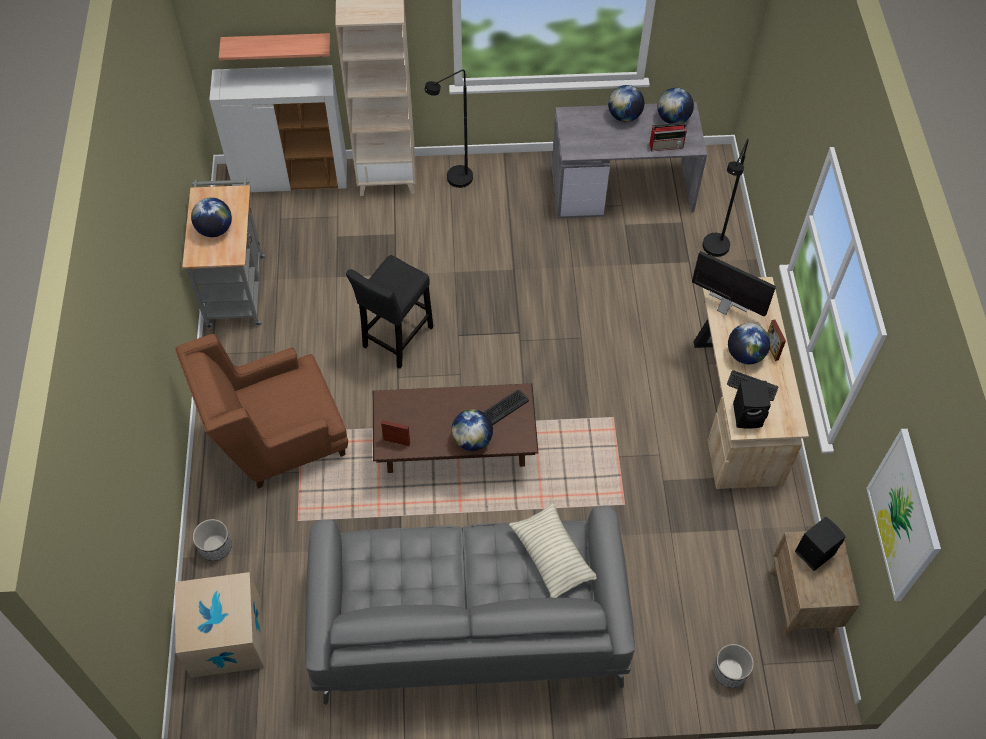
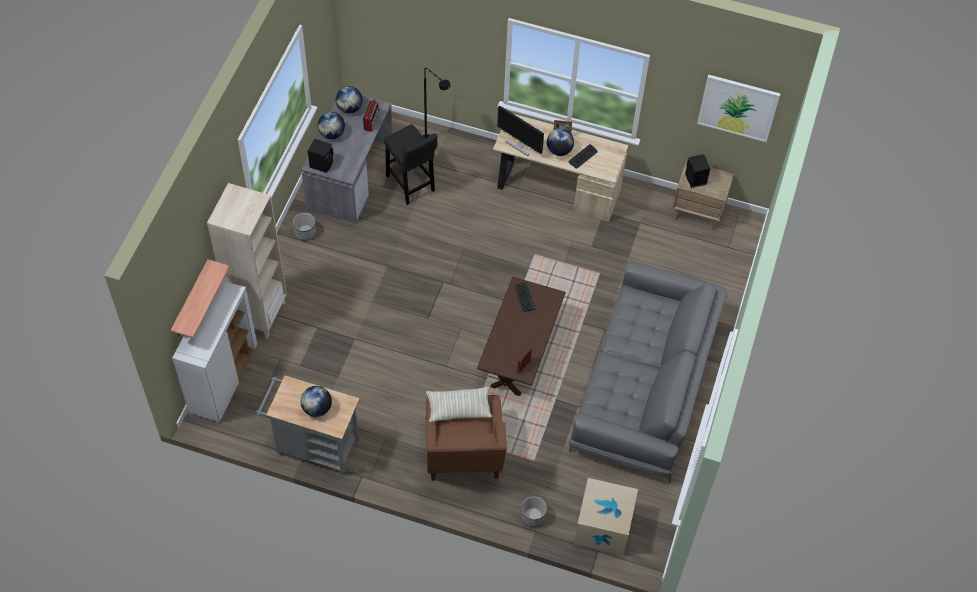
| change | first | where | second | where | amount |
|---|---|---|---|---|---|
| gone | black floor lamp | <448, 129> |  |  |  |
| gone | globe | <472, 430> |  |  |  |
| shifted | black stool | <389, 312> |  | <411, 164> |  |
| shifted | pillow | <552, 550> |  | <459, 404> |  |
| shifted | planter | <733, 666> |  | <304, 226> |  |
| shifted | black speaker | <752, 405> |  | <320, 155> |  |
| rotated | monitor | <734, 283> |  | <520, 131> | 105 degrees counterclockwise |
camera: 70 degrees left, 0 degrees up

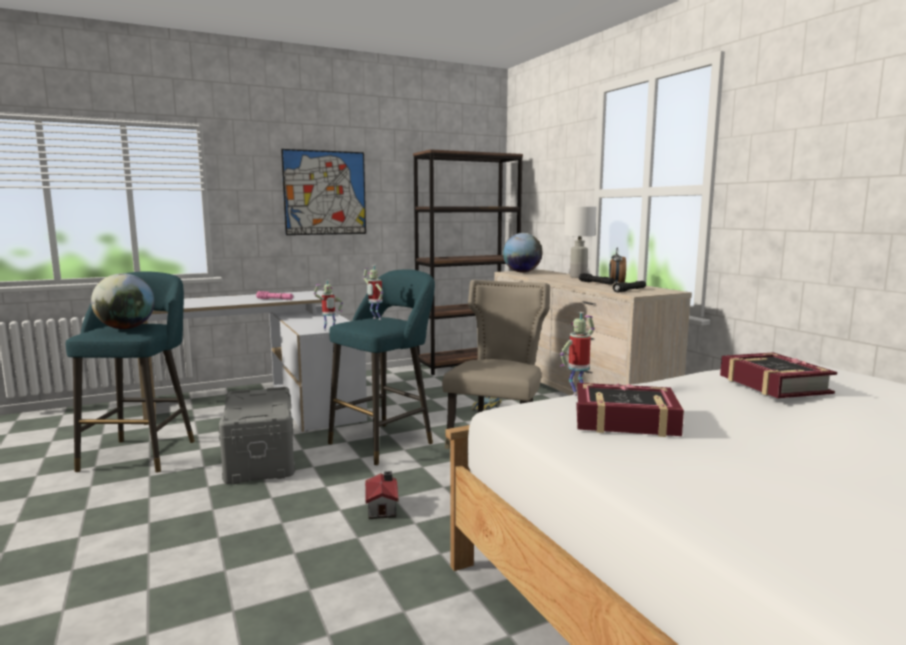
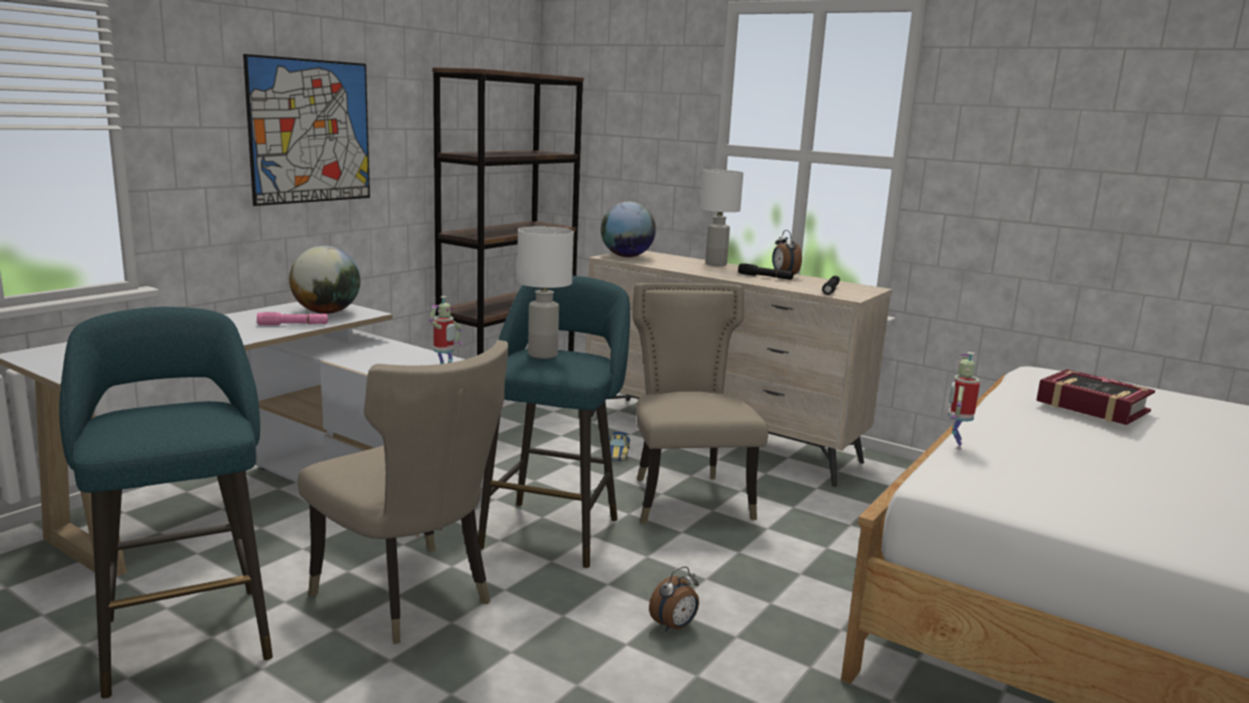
| change | first | where | second | where | amount |
|---|---|---|---|---|---|
| gone | book | <630, 410> |  |  |  |
| shifted | globe | <123, 301> |  | <325, 280> |  |
| swapped | grey storage box | <257, 435> | beige chair | <403, 492> |  |
| swapped | toy robot | <373, 292> | white table lamp | <545, 292> |  |
| swapped | toy house | <381, 495> | alarm clock | <674, 599> |  |
camera: 30 degrees left, 5 degrees up

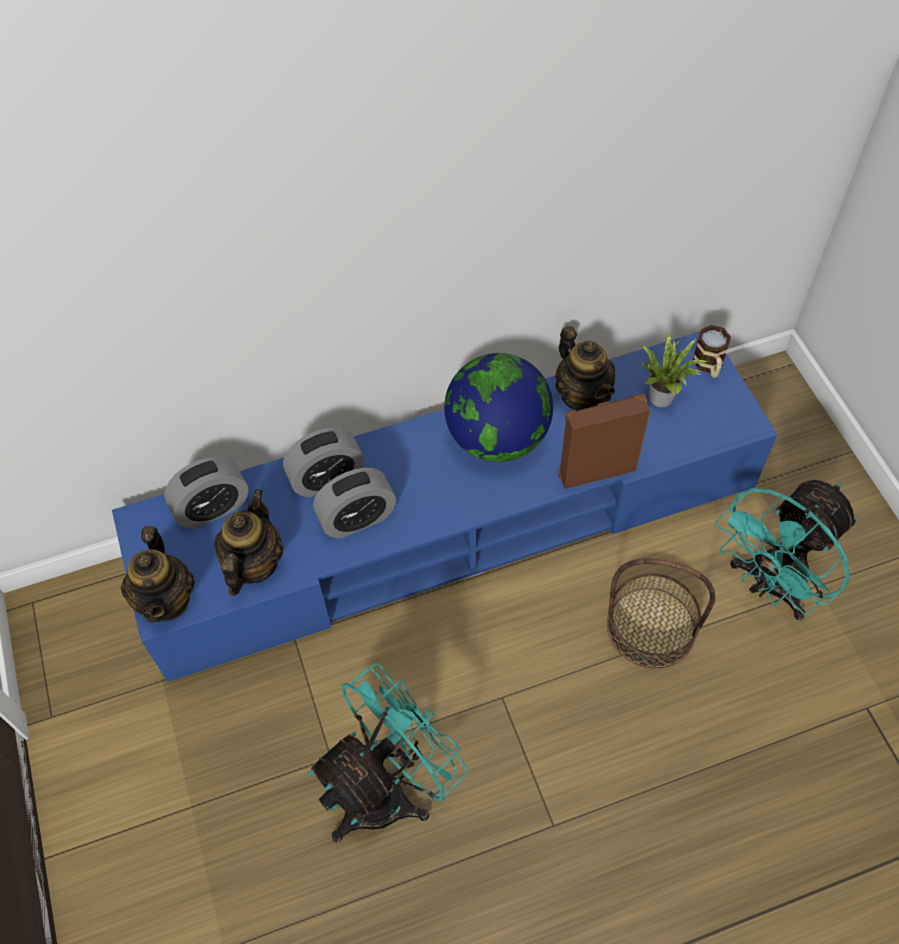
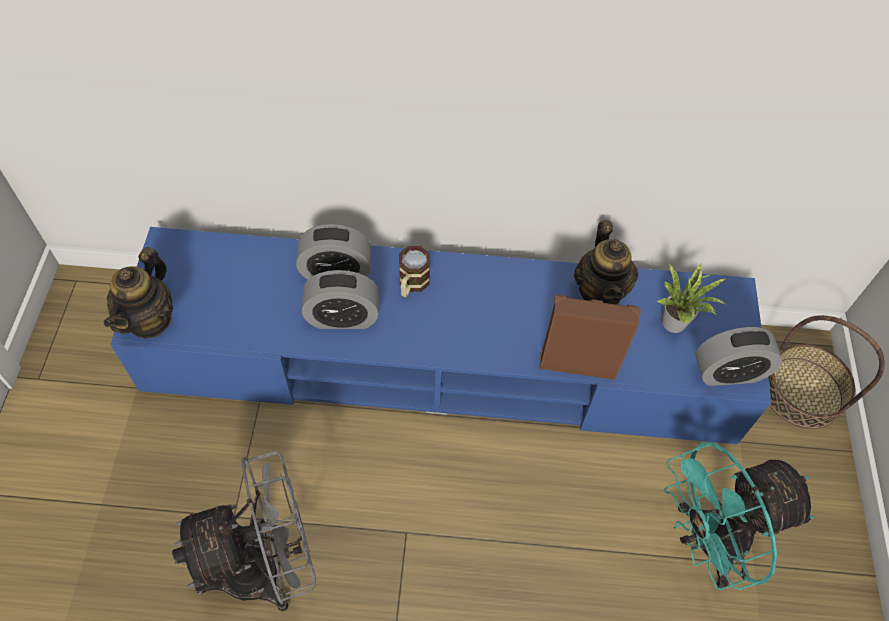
| change | first | where | second | where | amount |
|---|---|---|---|---|---|
| gone | teapot | <248, 543> |  |  |  |
| gone | globe | <498, 407> |  |  |  |
| shifted | alarm clock | <206, 493> |  | <738, 356> |  |
| shifted | basket | <661, 613> |  | <826, 372> |  |
| shifted | mug | <712, 351> |  | <414, 271> |  |
| repainted | turquoise fan | <388, 753> | grey fan | <244, 531> |  |
camera: 20 degrees right, 0 degrees up

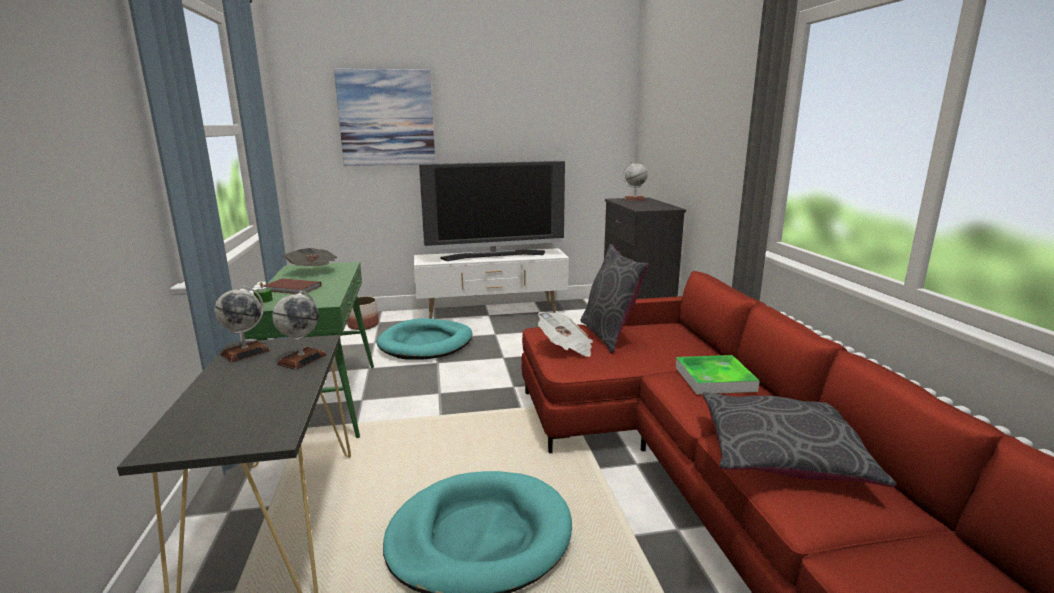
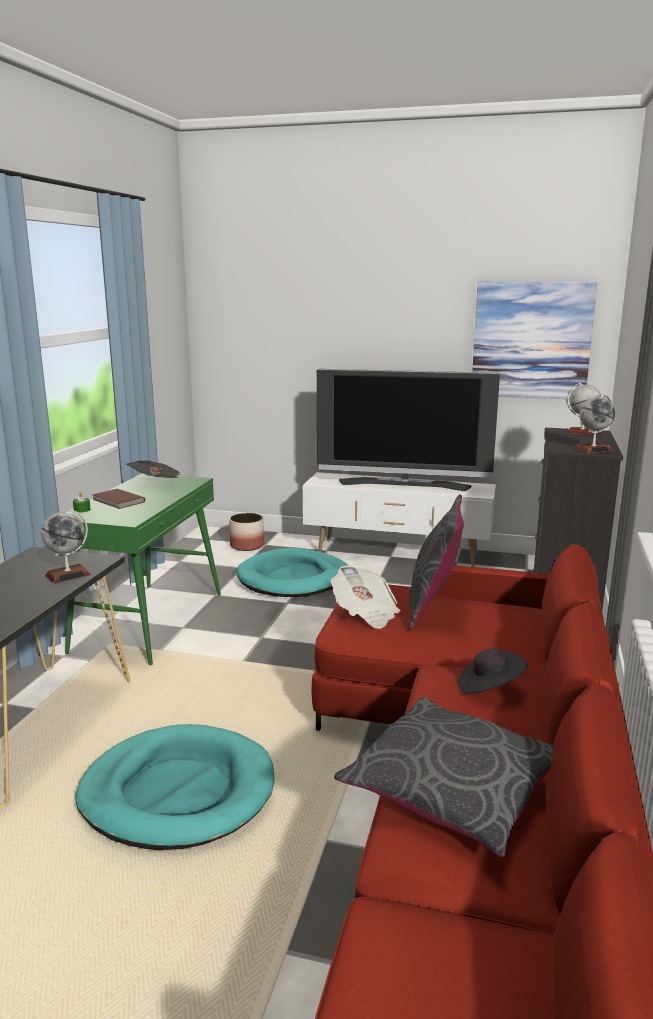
| change | first | where | second | where | amount |
|---|---|---|---|---|---|
| shifted | globe | <242, 324> |  | <594, 424> |  |
| shifted | picture | <384, 117> |  | <534, 340> |  |
| swapped | tray | <718, 374> | black hat | <492, 671> |  |
camera: 25 degrees right, 0 degrees up

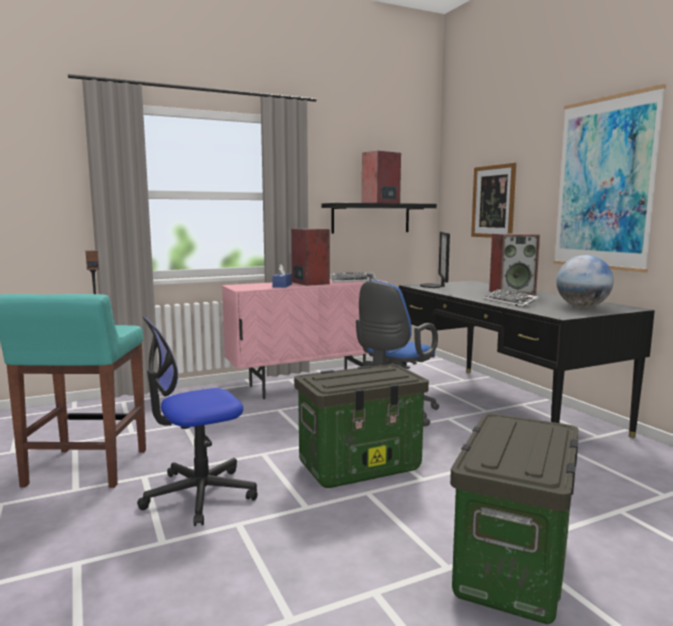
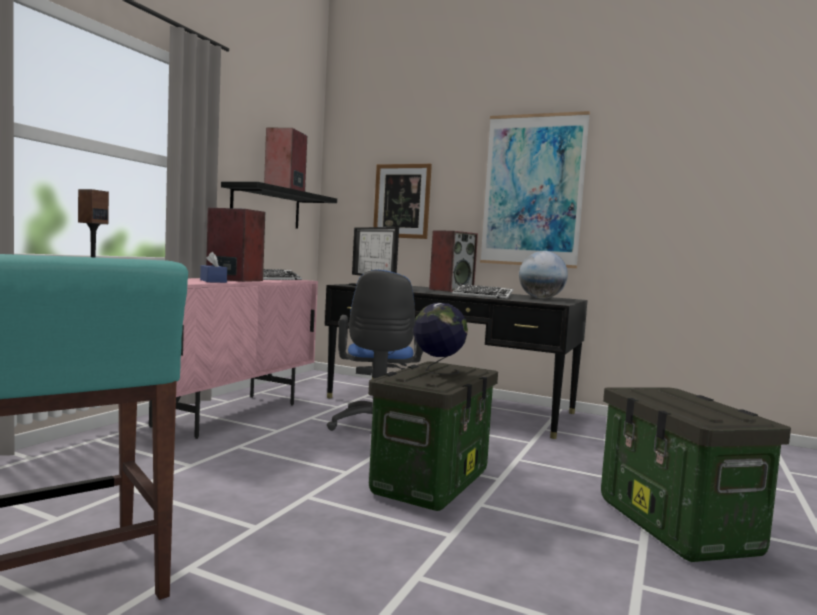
| change | first | where | second | where | amount |
|---|---|---|---|---|---|
| gone | office chair | <197, 421> |  |  |  |
| new |  |  | globe | <440, 338> |  |
camera: 40 degrees left, 5 degrees down

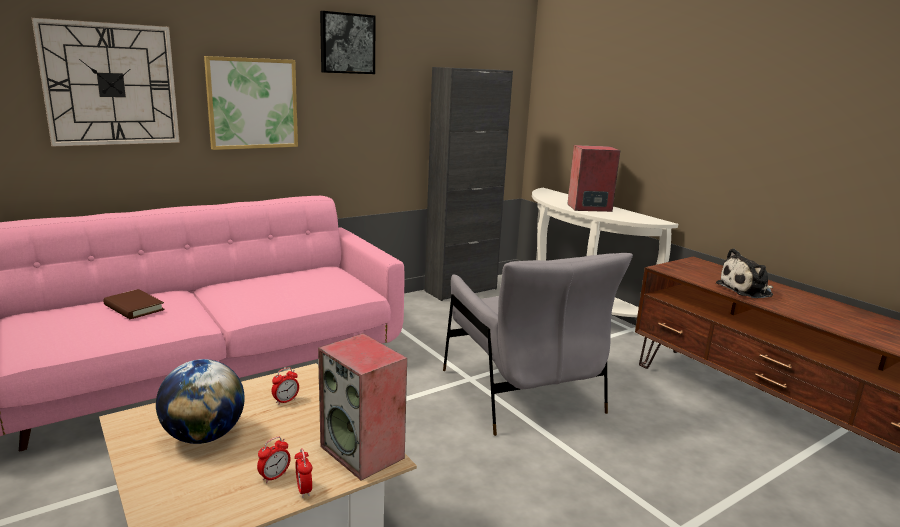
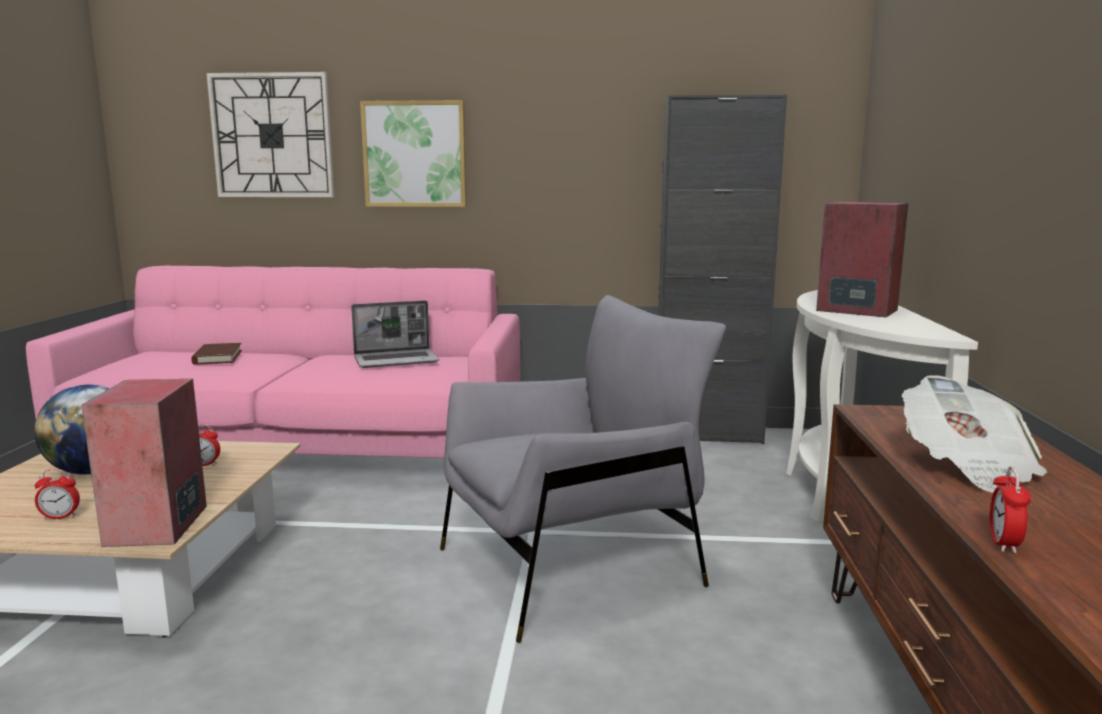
| change | first | where | second | where | amount |
|---|---|---|---|---|---|
| gone | picture | <348, 42> |  |  |  |
| new |  |  | laptop | <395, 334> |  |
| shifted | alarm clock | <303, 473> |  | <1010, 510> |  |
| swapped | plush toy | <744, 273> | newspaper | <974, 434> |  |
| rotated | grey armchair | <538, 344> |  | <583, 469> | 135 degrees counterclockwise |
camera: 40 degrees right, 5 degrees down

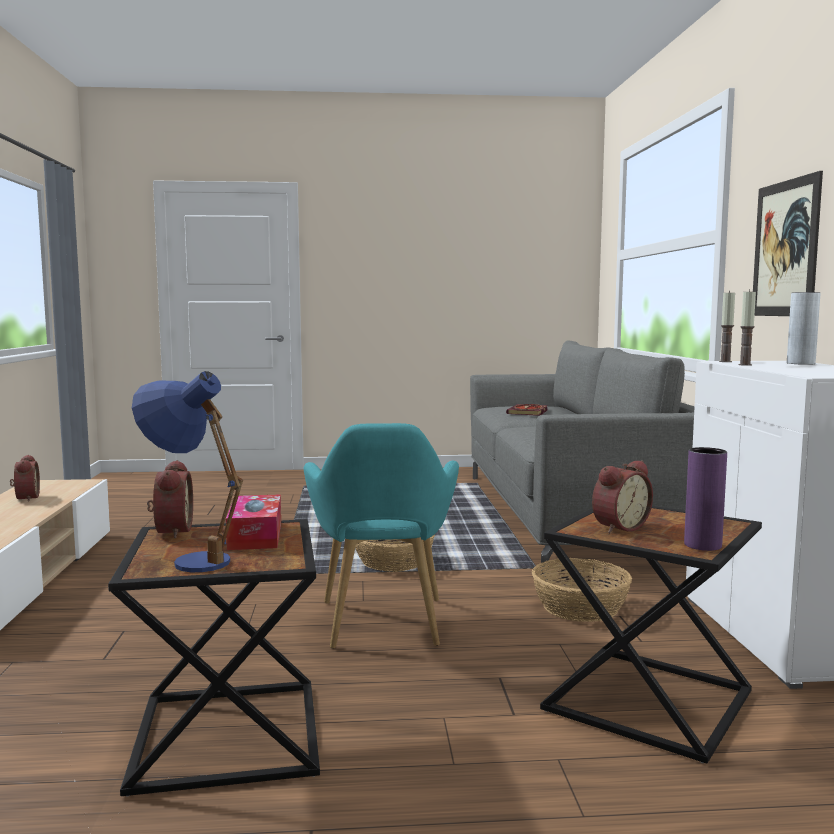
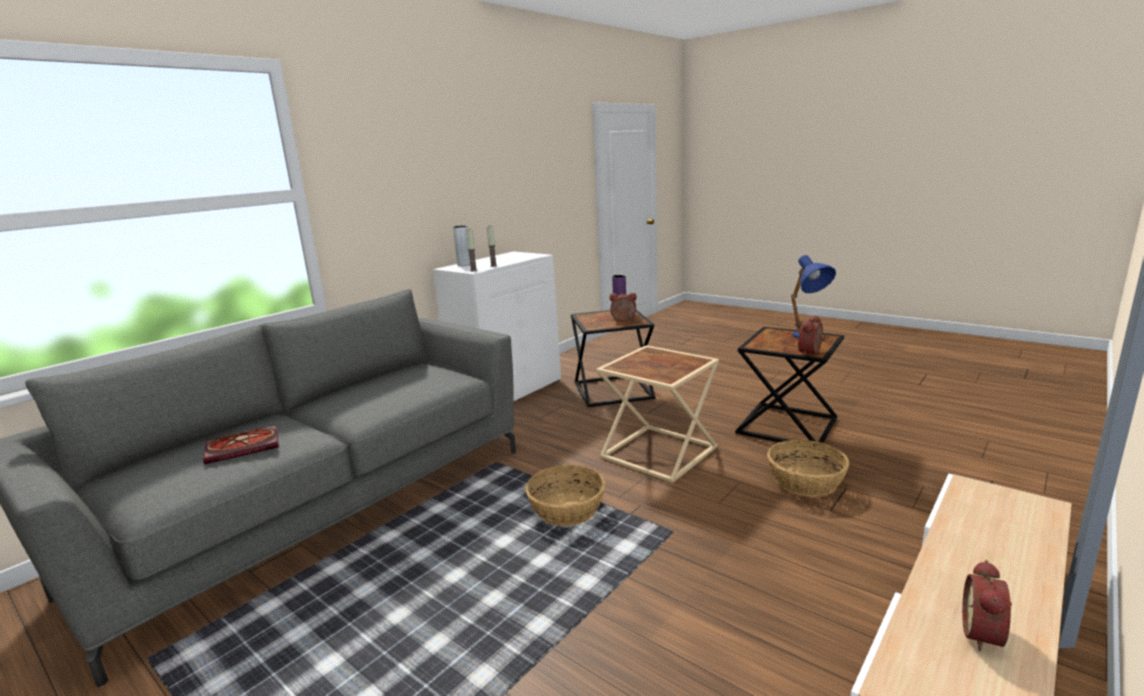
| change | first | where | second | where | amount |
|---|---|---|---|---|---|
| gone | tissue box | <253, 522> |  |  |  |
| gone | picture | <788, 243> |  |  |  |
| shifted | basket | <582, 590> |  | <808, 468> |  |
| swapped | turquoise armchair | <381, 536> | beige side table | <657, 414> |  |
camera: 135 degrees left, 10 degrees up

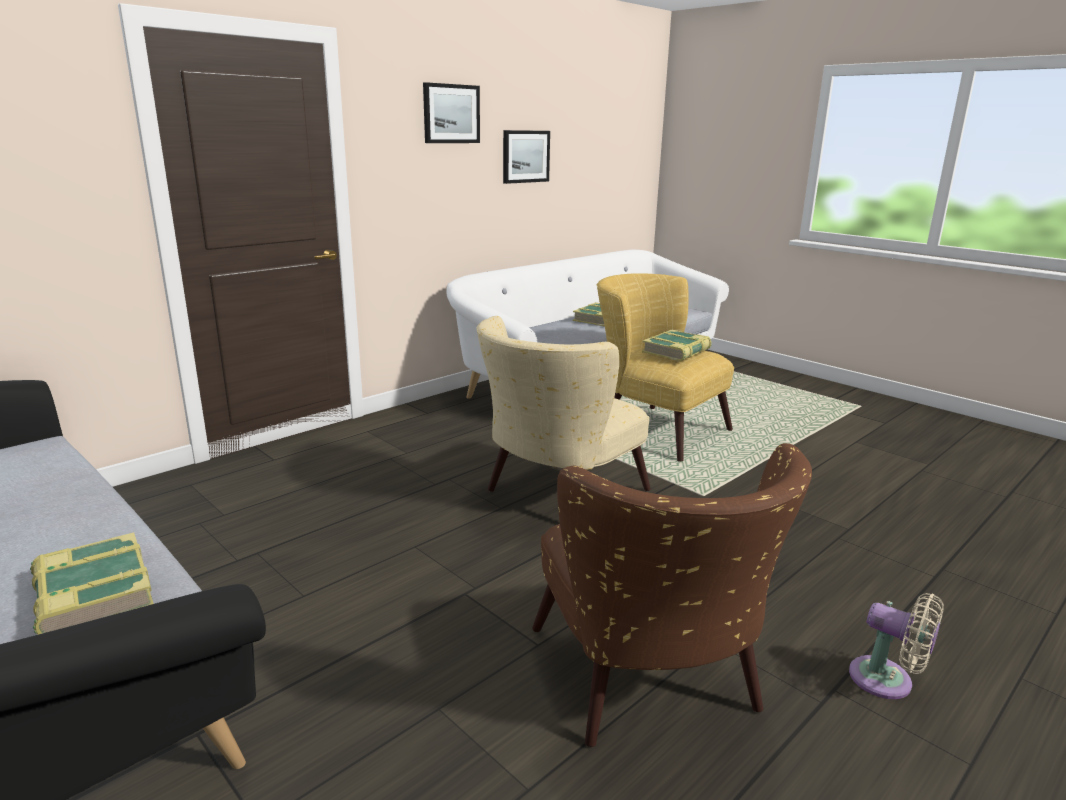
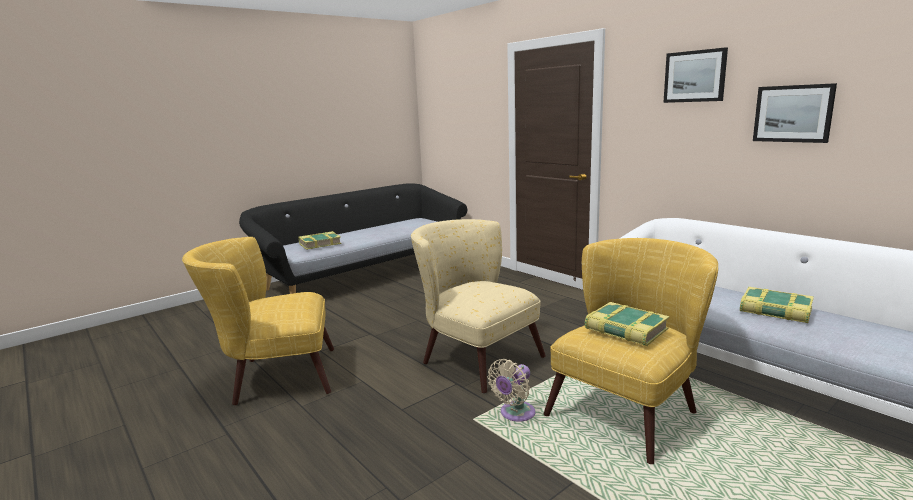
| change | first | where | second | where | amount |
|---|---|---|---|---|---|
| shifted | beige fan | <896, 646> |  | <511, 390> |  |
| repainted | brown armchair | <672, 595> | yellow armchair | <258, 321> |  |
camera: 95 degrees right, 5 degrees down

